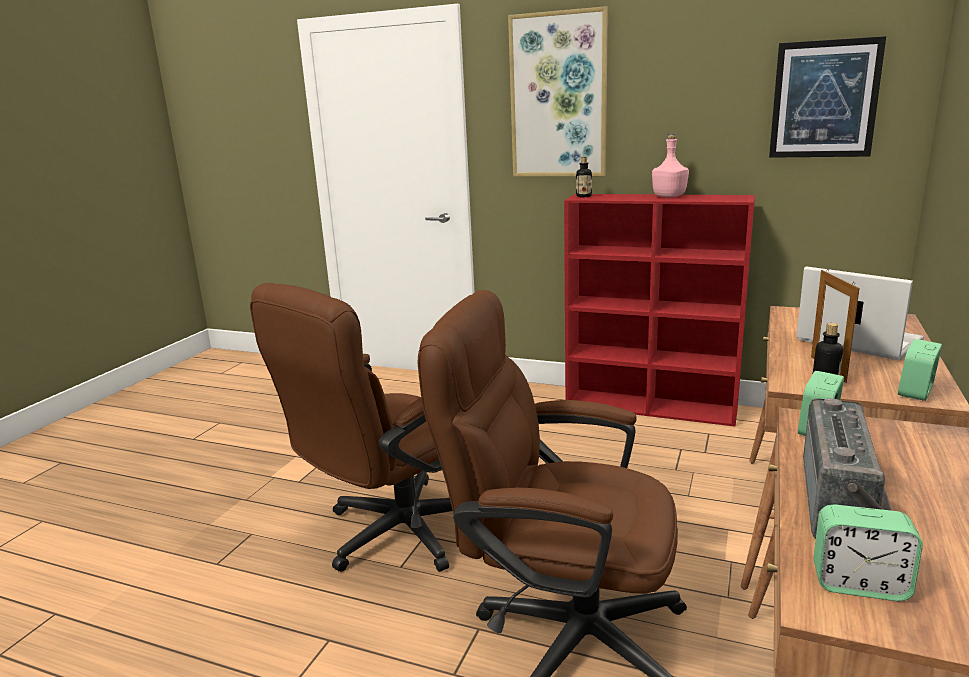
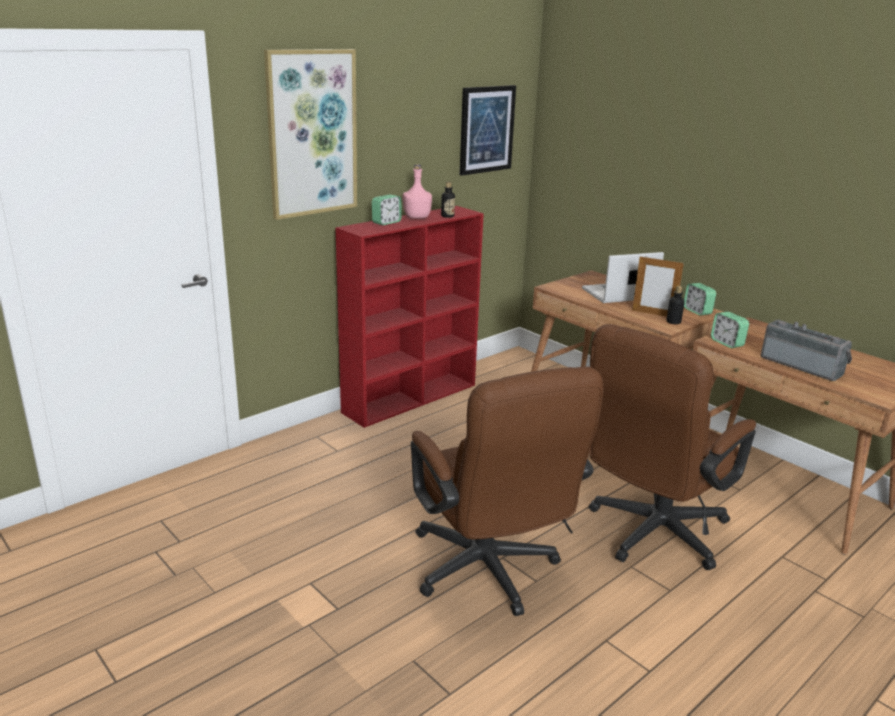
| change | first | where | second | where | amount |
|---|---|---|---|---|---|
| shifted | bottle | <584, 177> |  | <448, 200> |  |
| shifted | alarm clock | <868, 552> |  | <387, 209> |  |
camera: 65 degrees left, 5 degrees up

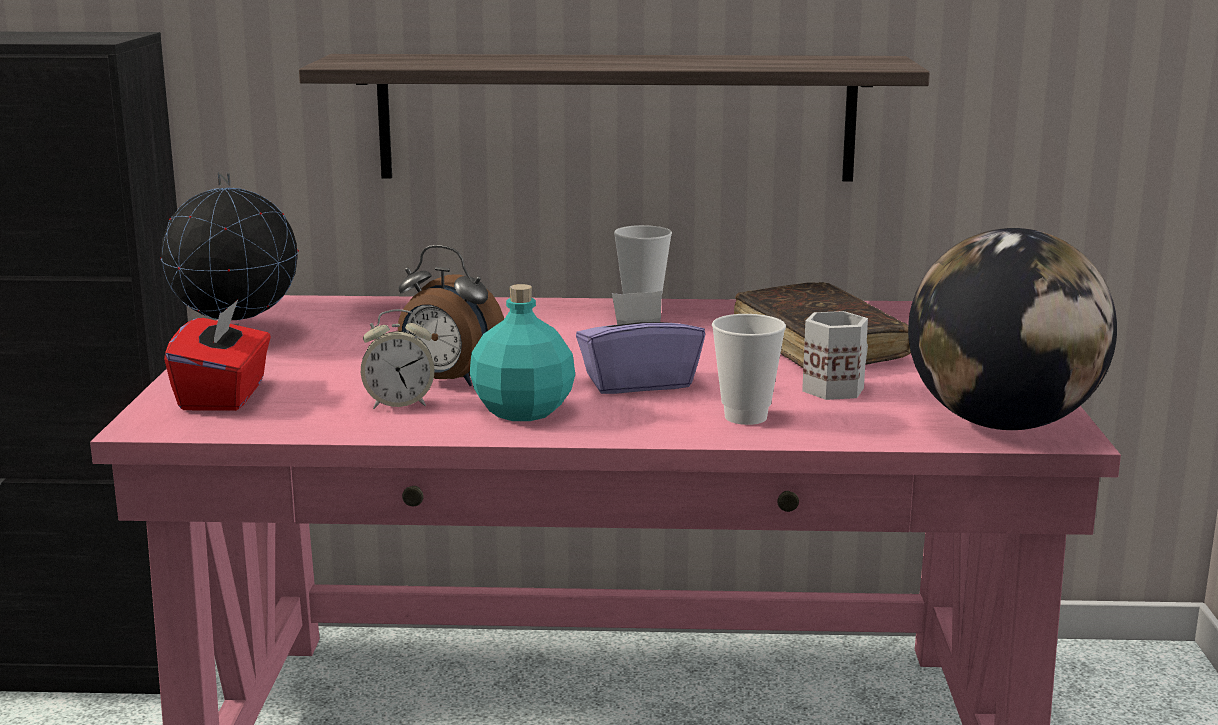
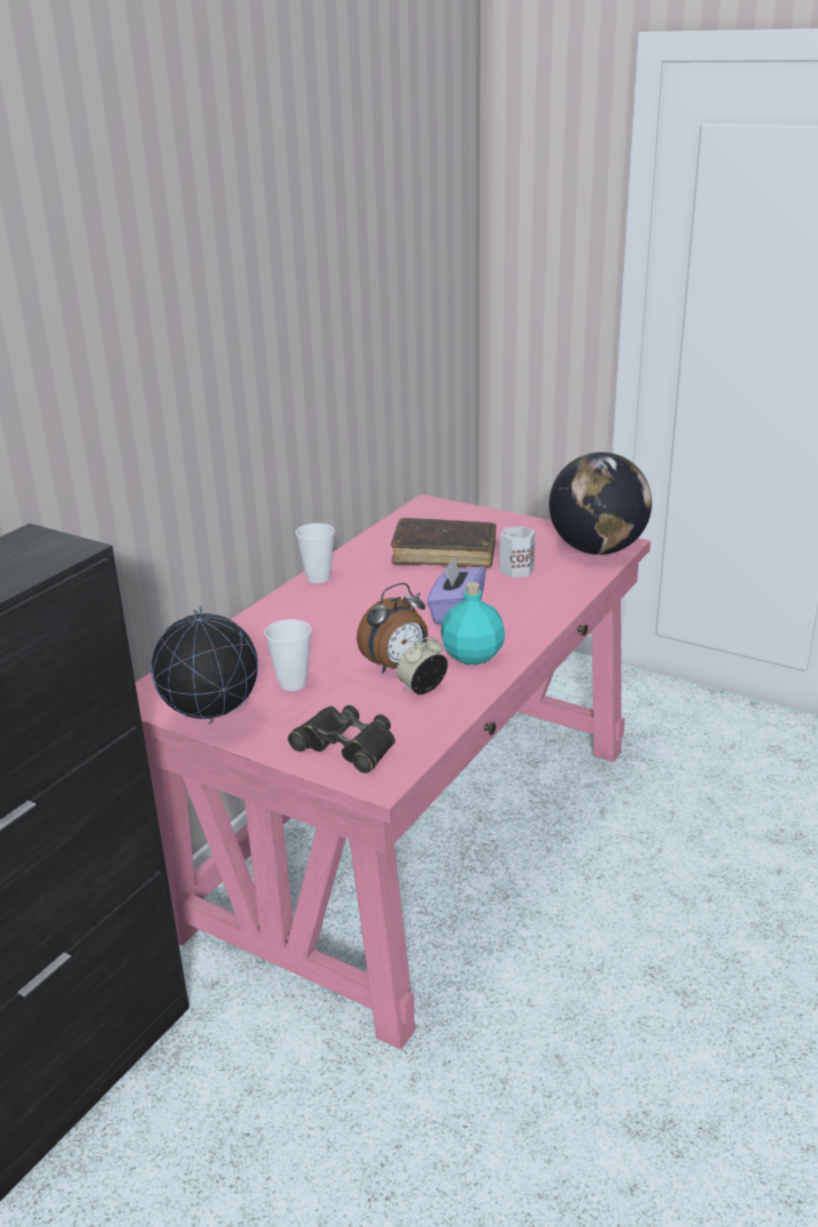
| change | first | where | second | where | amount |
|---|---|---|---|---|---|
| gone | shelf | <614, 117> |  |  |  |
| shifted | cup | <749, 369> |  | <288, 655> |  |
| swapped | red tissue box | <217, 355> | black binoculars | <341, 739> |  |
| rotated | alarm clock | <398, 359> |  | <422, 665> | 150 degrees counterclockwise |
camera: 60 degrees left, 10 degrees up

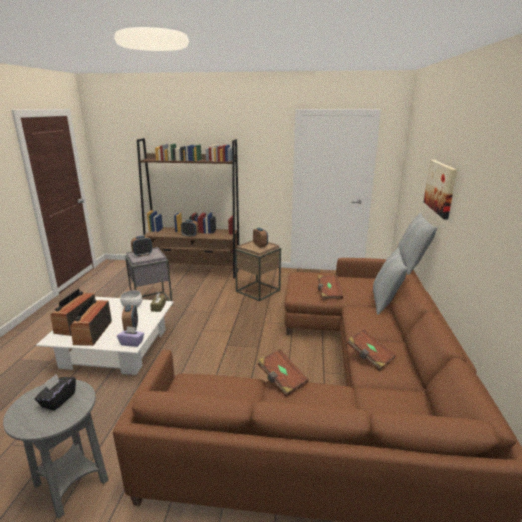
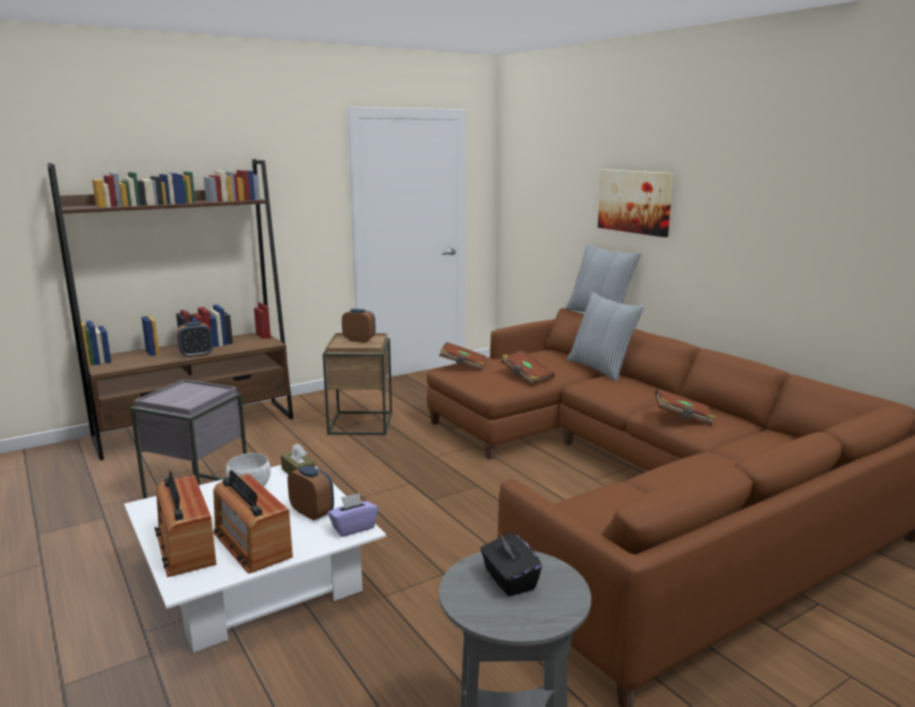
| change | first | where | second | where | amount |
|---|---|---|---|---|---|
| gone | alarm clock | <141, 246> |  |  |  |
| shifted | brown book | <283, 372> |  | <463, 356> |  |
camera: 40 degrees left, 5 degrees down

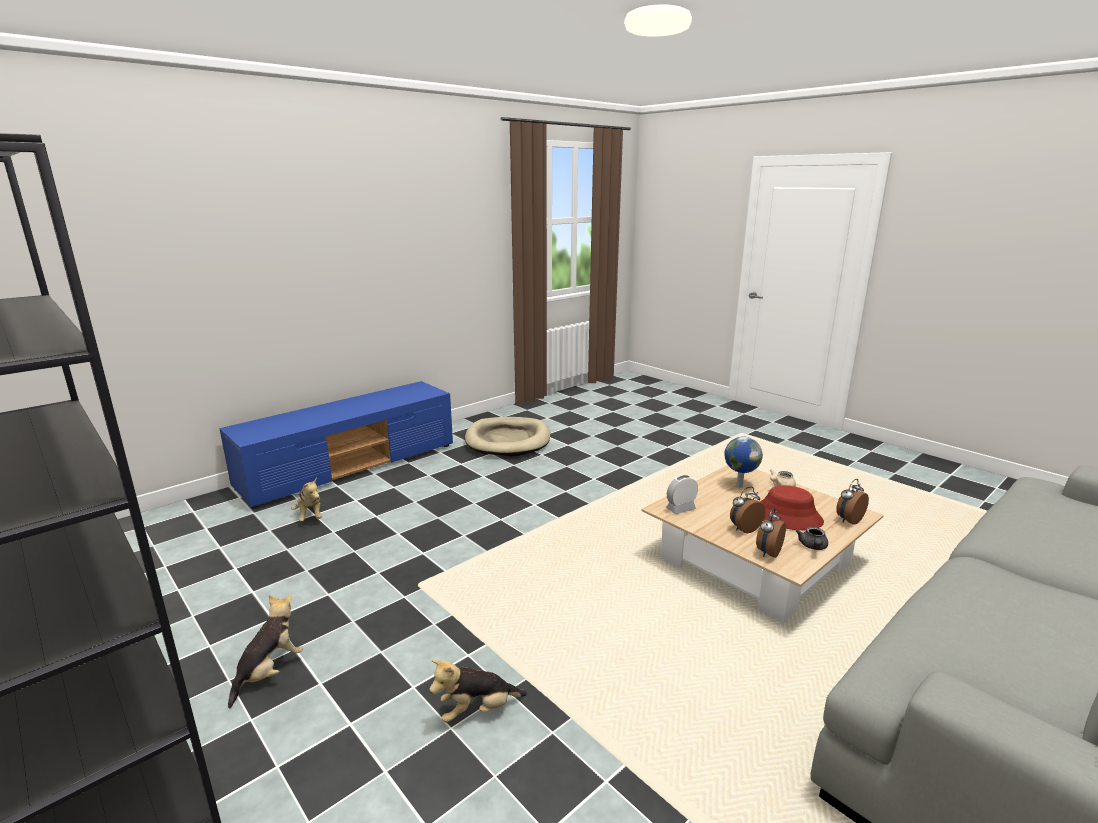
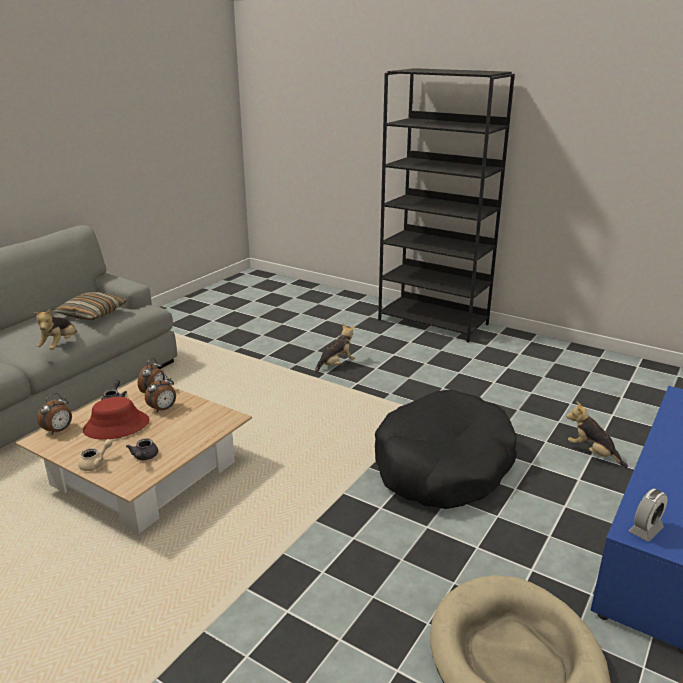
| change | first | where | second | where | amount |
|---|---|---|---|---|---|
| new |  |  | pillow | <90, 306> |  |
| new |  |  | black dog bed | <446, 449> |  |
| shifted | plush toy | <265, 651> |  | <55, 329> |  |
| shifted | alarm clock | <682, 494> |  | <648, 515> |  |
| swapped | globe | <743, 462> | grey teapot | <142, 449> |  |
camera: 165 degrees right, 5 degrees up

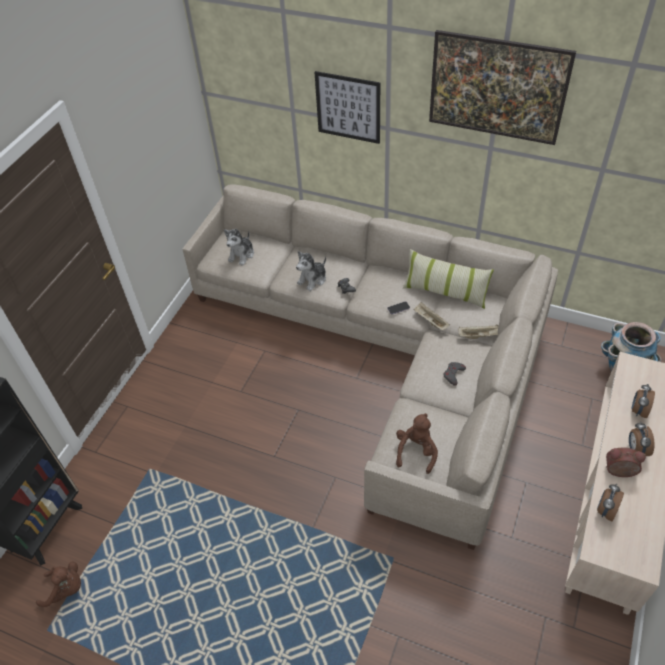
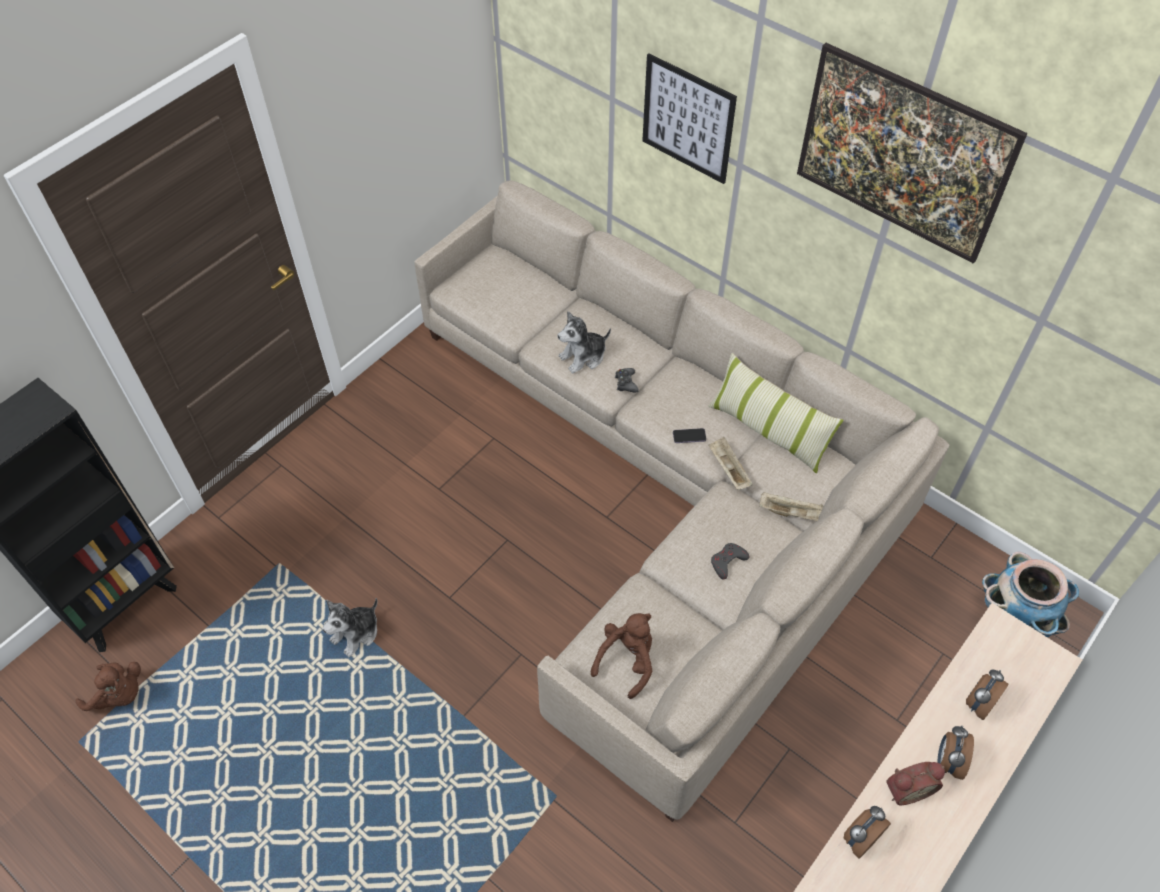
| change | first | where | second | where | amount |
|---|---|---|---|---|---|
| shifted | plush toy | <239, 247> |  | <349, 627> |  |
| rotated | alarm clock | <626, 462> |  | <915, 783> | 135 degrees clockwise |
camera: 15 degrees right, 5 degrees up

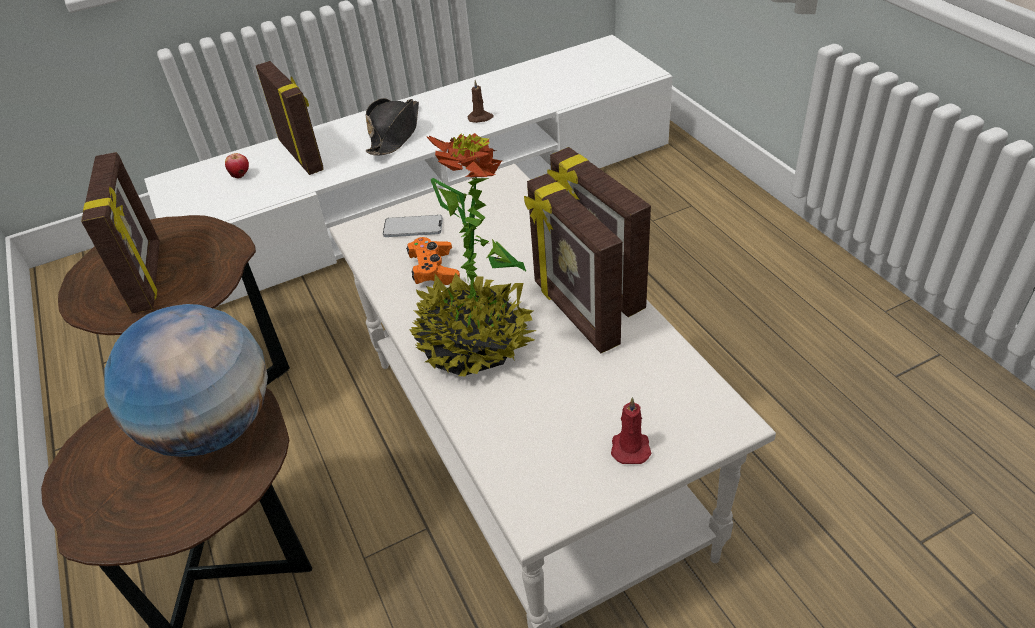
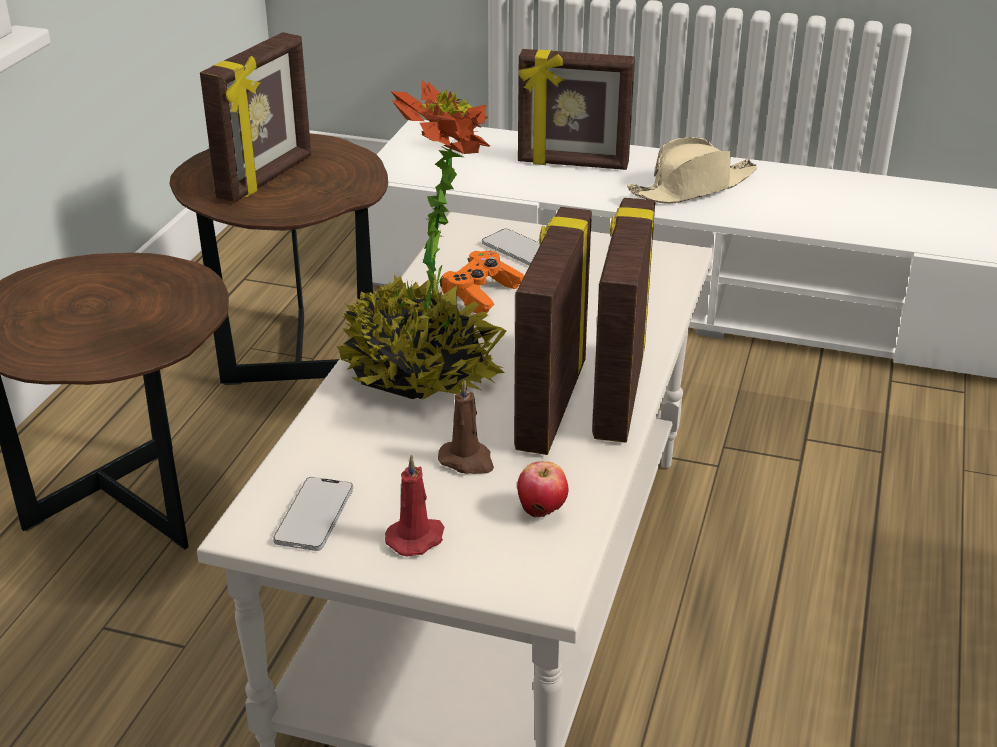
| change | first | where | second | where | amount |
|---|---|---|---|---|---|
| gone | globe | <186, 380> |  |  |  |
| new |  |  | phone | <313, 514> |  |
| shifted | apple | <237, 165> |  | <542, 489> |  |
| shifted | brown candle | <481, 101> |  | <466, 426> |  |
| repainted | black hat | <392, 127> | beige hat | <692, 170> |  |
| rotated | picture frame | <290, 118> |  | <576, 109> | 90 degrees clockwise |
camera: 40 degrees right, 10 degrees down

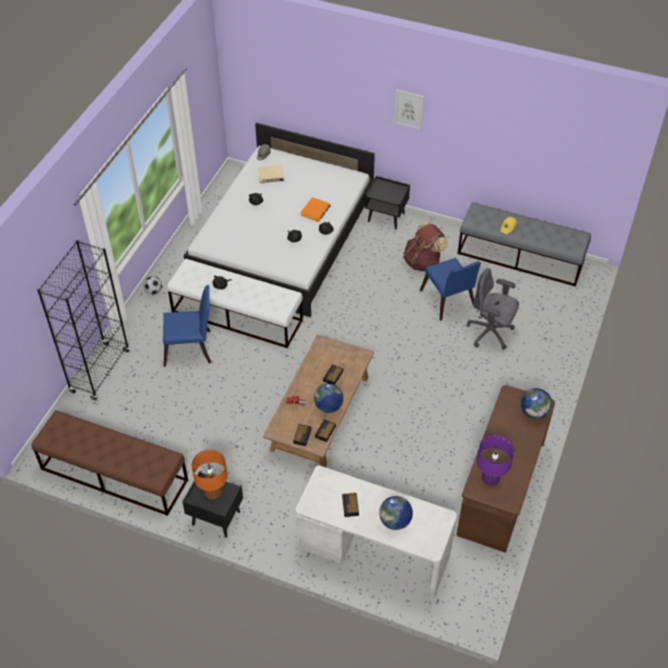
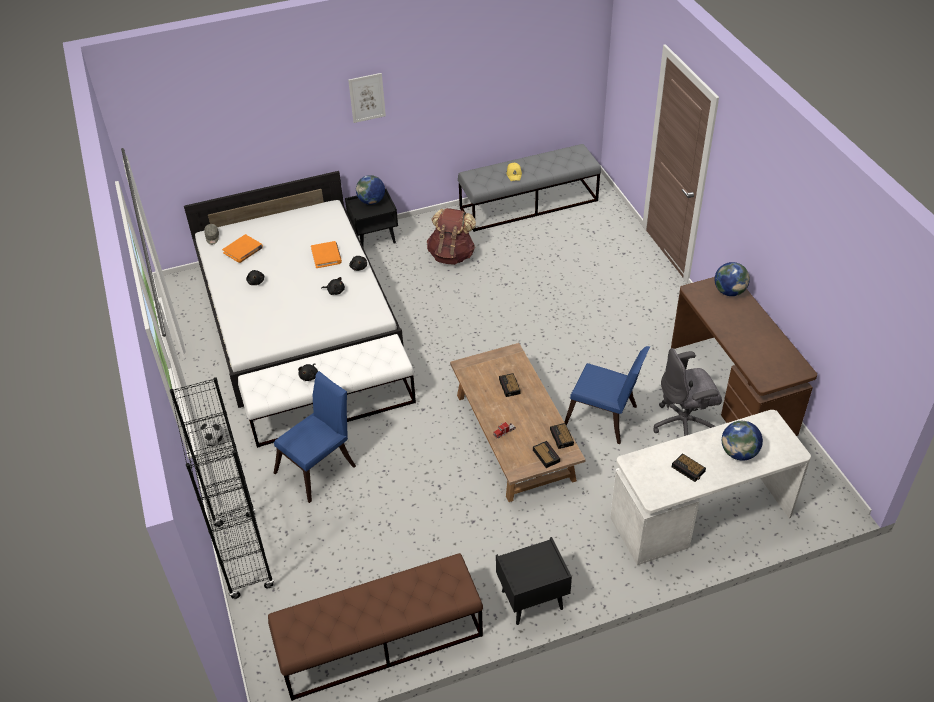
| change | first | where | second | where | amount |
|---|---|---|---|---|---|
| gone | orange table lamp | <209, 474> |  |  |  |
| gone | purple table lamp | <496, 460> |  |  |  |
| shifted | globe | <328, 398> |  | <370, 190> |  |
| shifted | blue chair | <450, 289> |  | <607, 395> |  |
| shifted | grey office chair | <492, 308> |  | <687, 392> |  |
| repainted | beige book | <271, 174> | orange book | <242, 248> |  |
camera: 40 degrees left, 5 degrees down

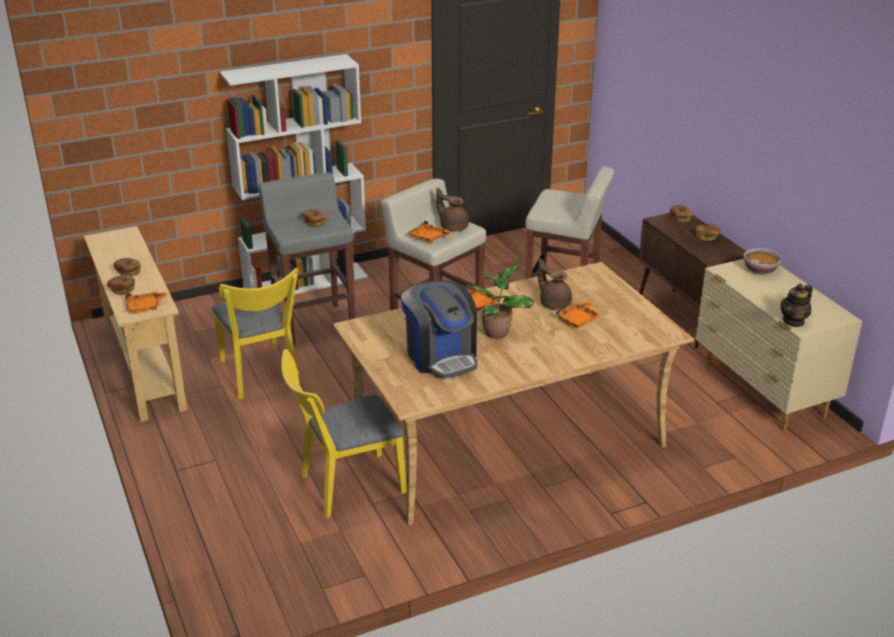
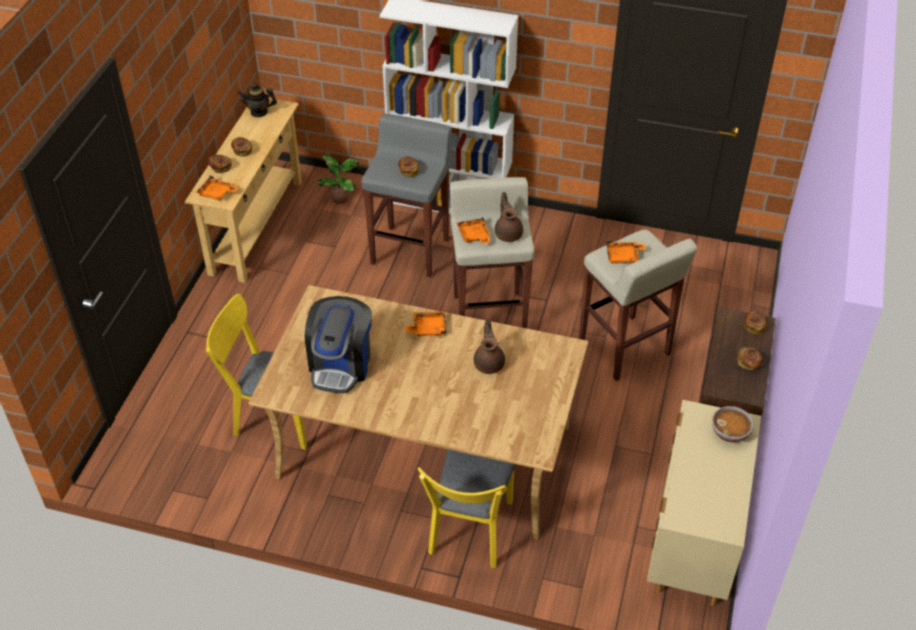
| change | first | where | second | where | amount |
|---|---|---|---|---|---|
| shifted | yellow chair | <256, 333> |  | <466, 508> |  |
| shifted | potted plant | <499, 302> |  | <338, 180> |  |
| shifted | orange tray | <578, 314> |  | <626, 252> |  |
| shifted | teapot | <796, 305> |  | <257, 100> |  |
camera: 40 degrees right, 15 degrees up

